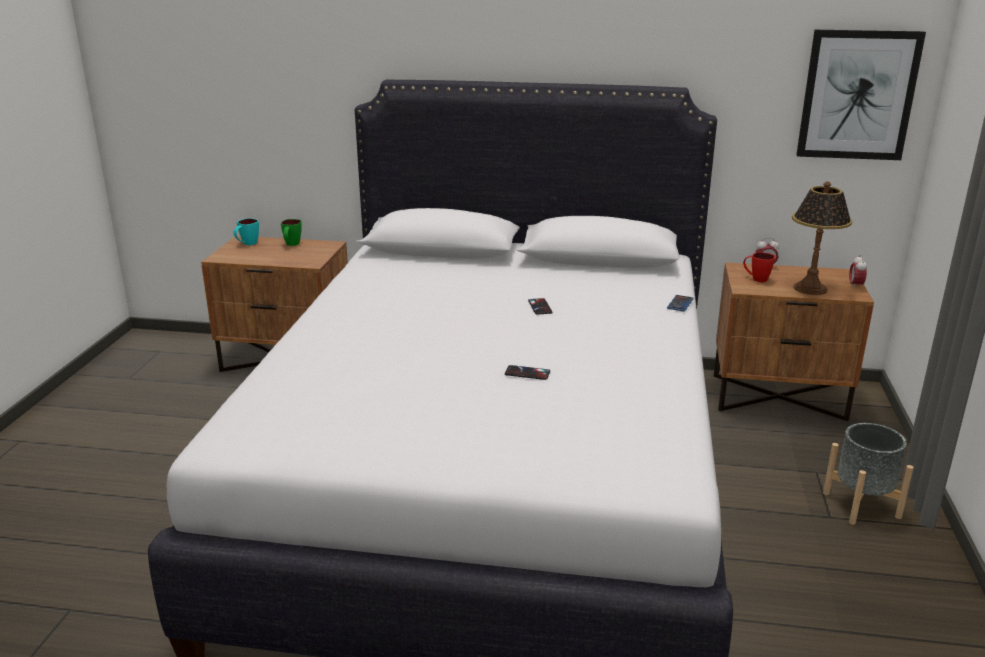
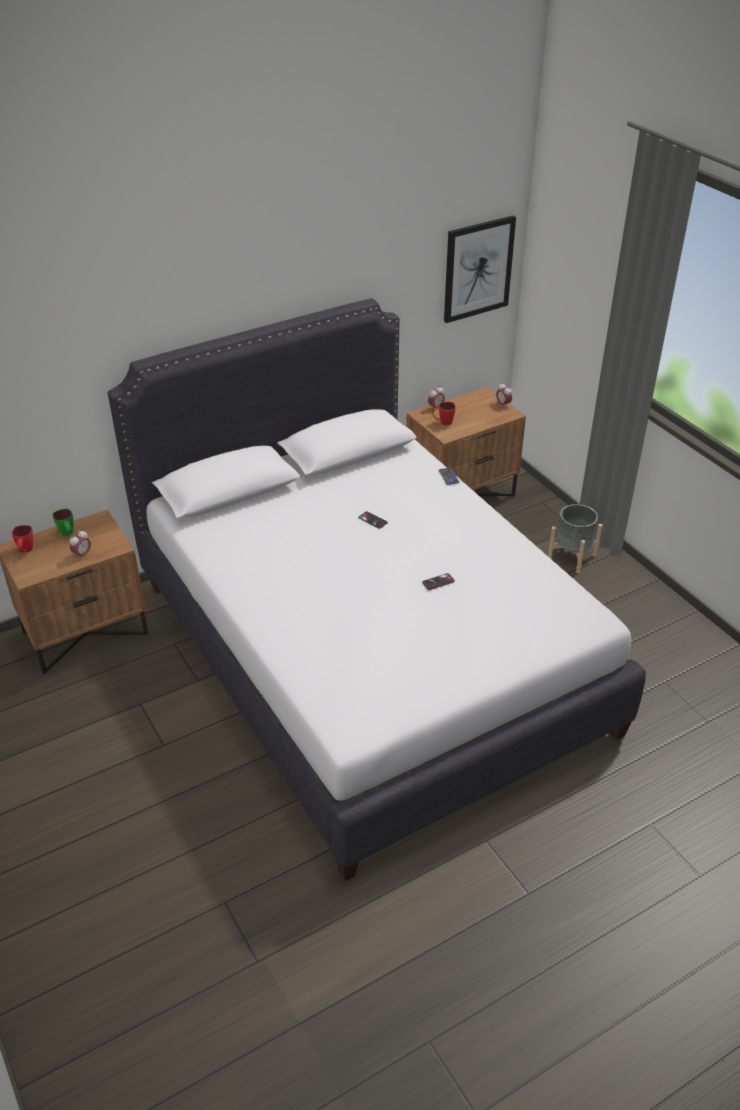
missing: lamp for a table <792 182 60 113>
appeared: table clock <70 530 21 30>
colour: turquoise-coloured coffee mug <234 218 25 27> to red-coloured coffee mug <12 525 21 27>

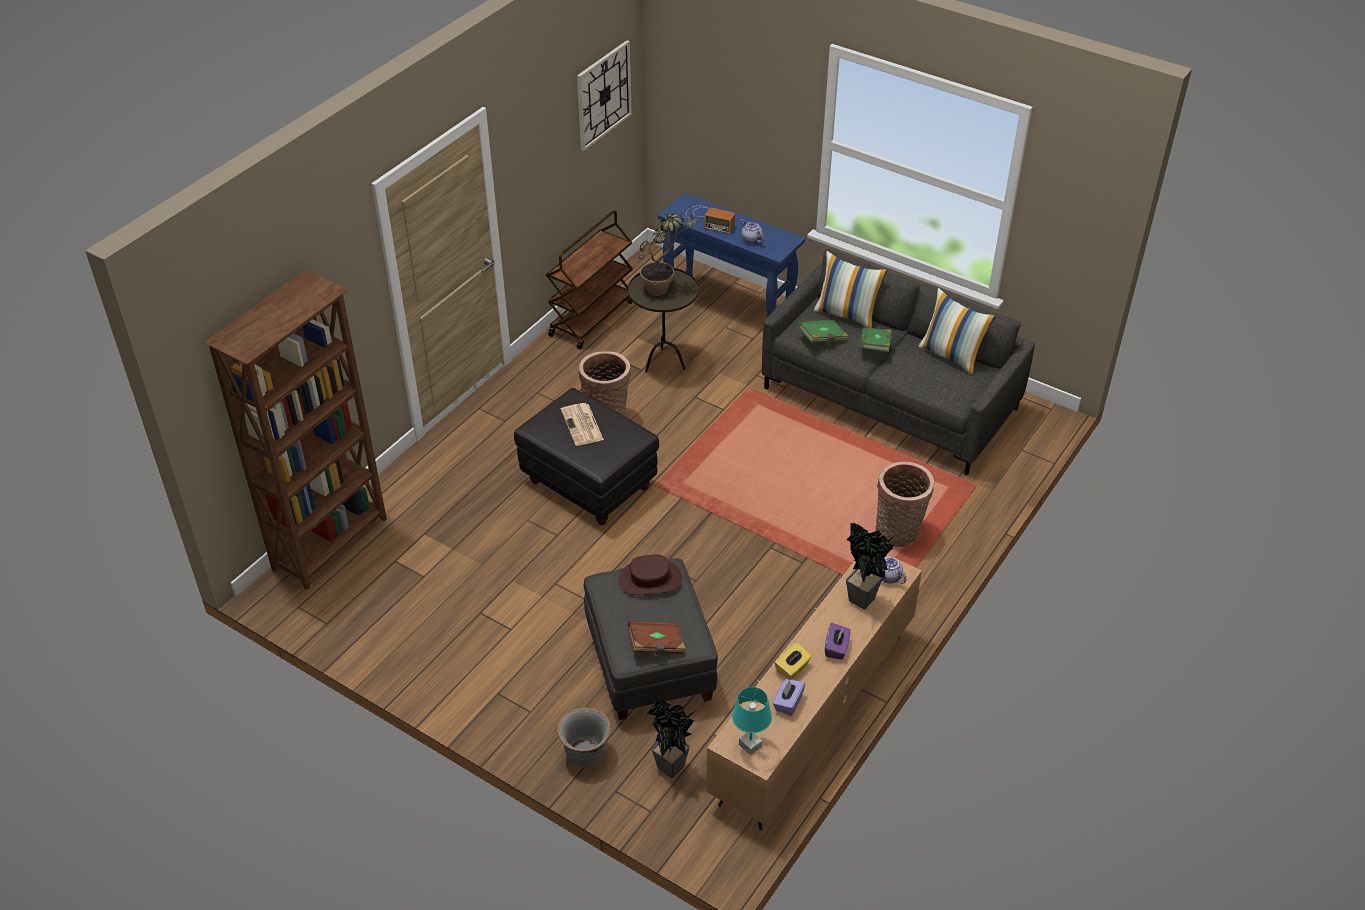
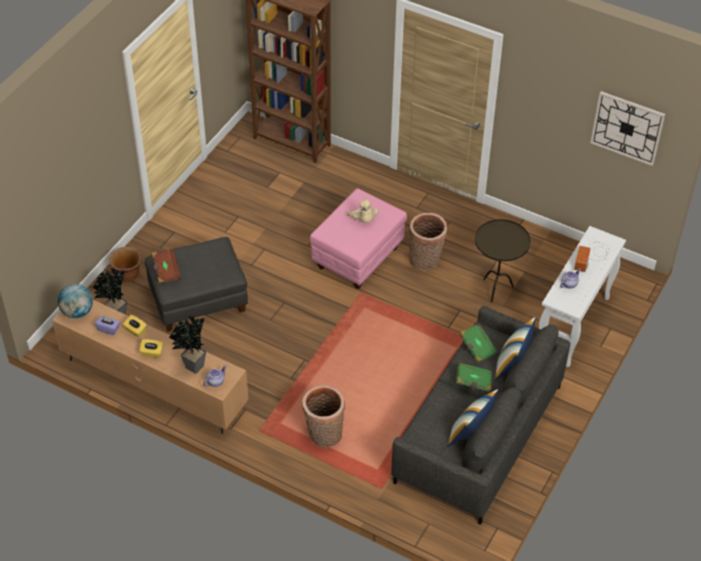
missing: brownish cart <546 210 87 139>; potted plant <639 213 59 83>; brownish hat <618 555 64 40>
exchanged: newspaper <561 403 43 43> to beige-coloured plush toy <347 199 32 24>; turquoise-coloured lamp for a table <732 687 40 68> to desk globe <58 284 35 34>
colour: bluish narrow table <658 193 147 124> to white-coloured narrow table <539 226 87 142>; black-coloured ottoman <514 388 145 137> to pink-coloured ottoman <310 188 97 101>; purplish box of tissues <825 623 25 37> to yellow-coloured box of tissues <139 339 25 19>; greyish planter <557 707 54 60> to brownish planter <109 247 33 35>

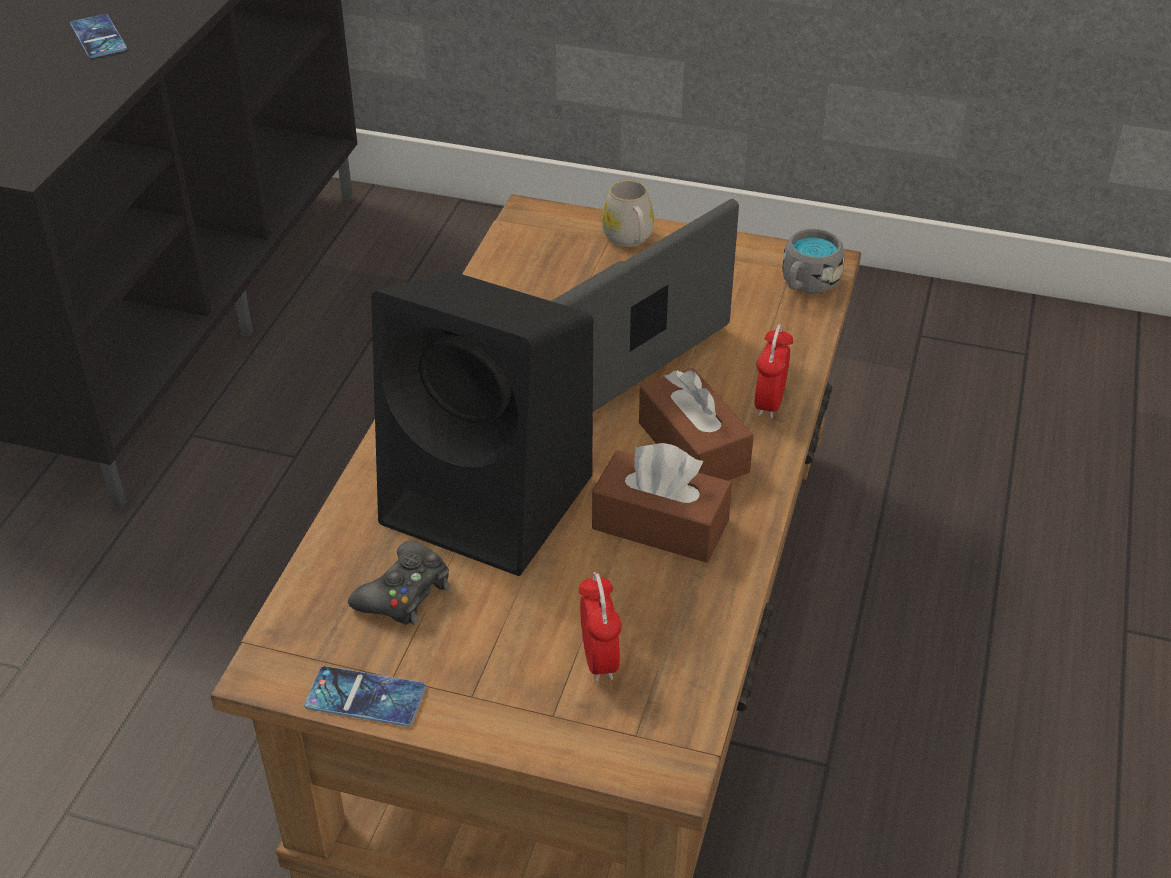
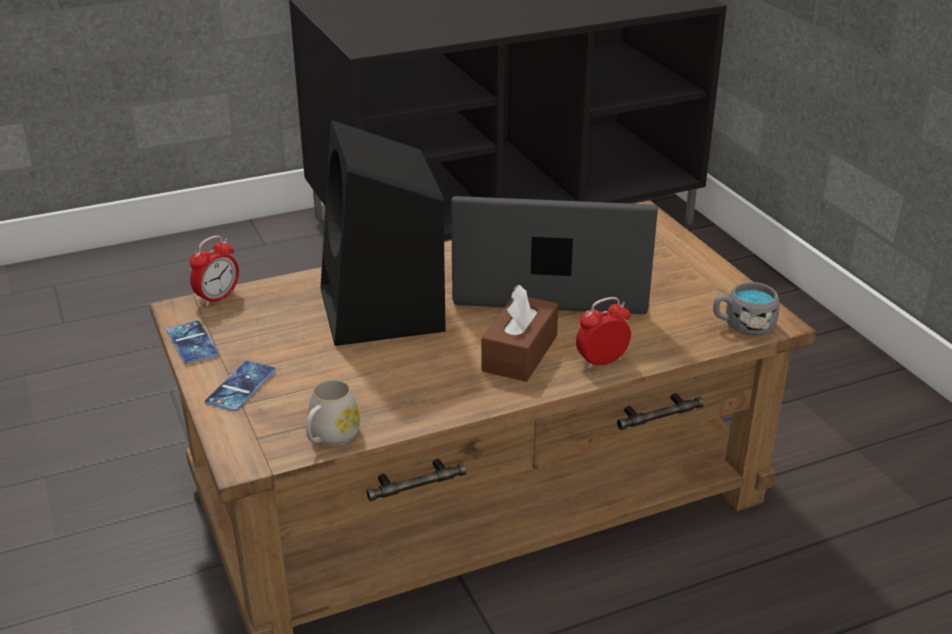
missing: brownish box of tissues <592 443 140 120>; black-coloured gamepad <348 541 102 84>
relocated: handset <70 14 57 44> to <205 361 70 50>; white-coloured coffee mug <602 180 52 67> to <306 379 54 67>; table clock <579 572 43 110> to <190 235 49 71>

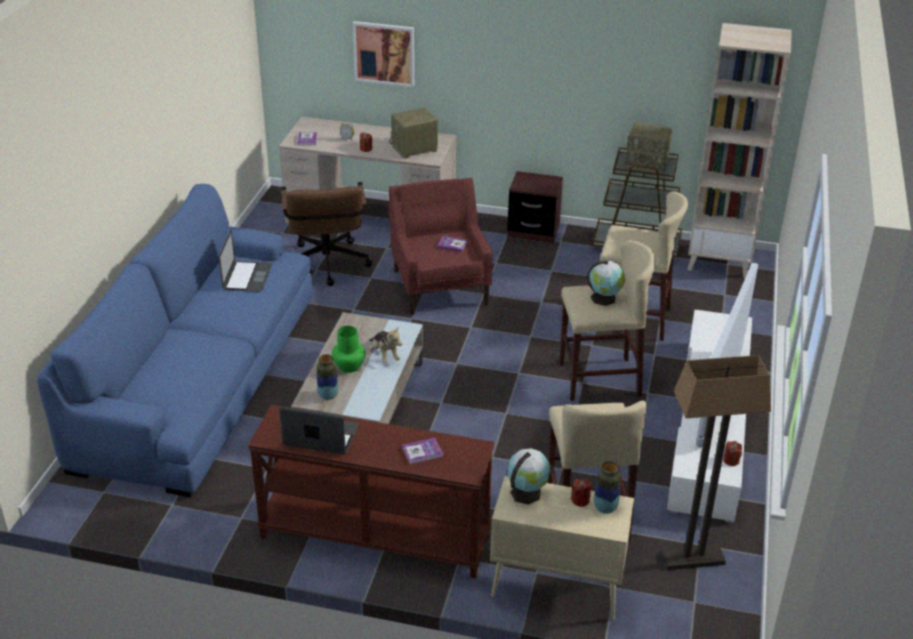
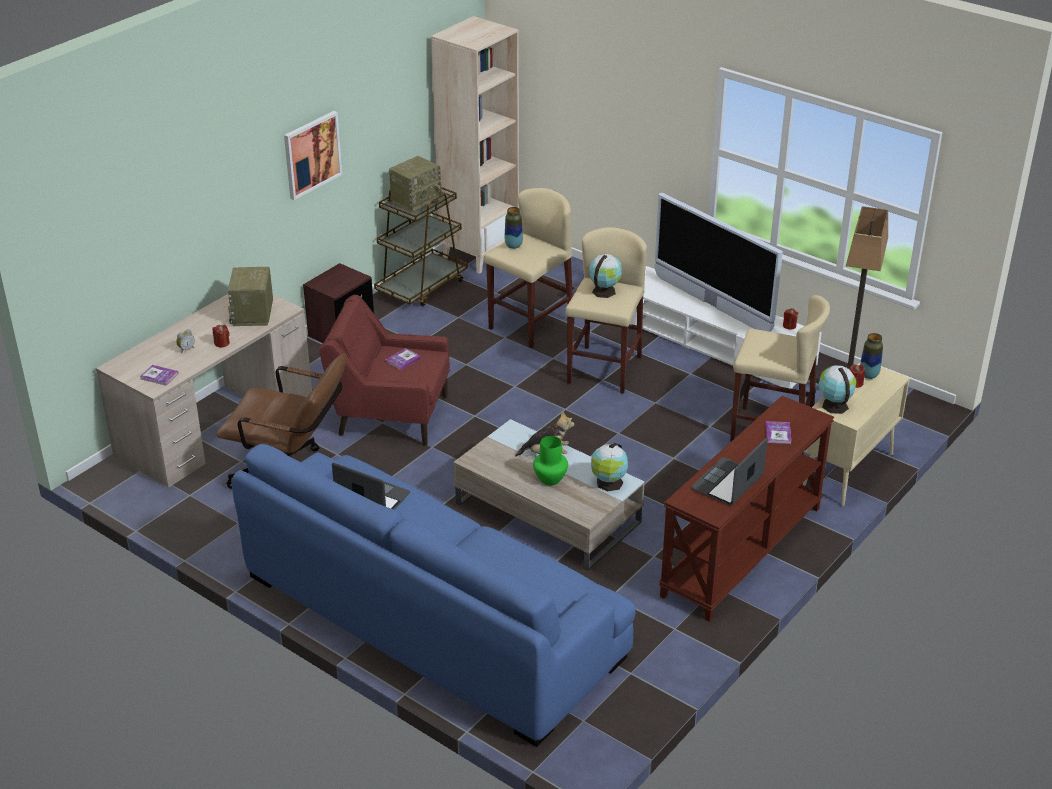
appeared: desk globe <591 443 37 49>
relocated: wall art <353 21 61 66> to <284 111 58 89>; vase <317 354 21 46> to <505 207 18 42>

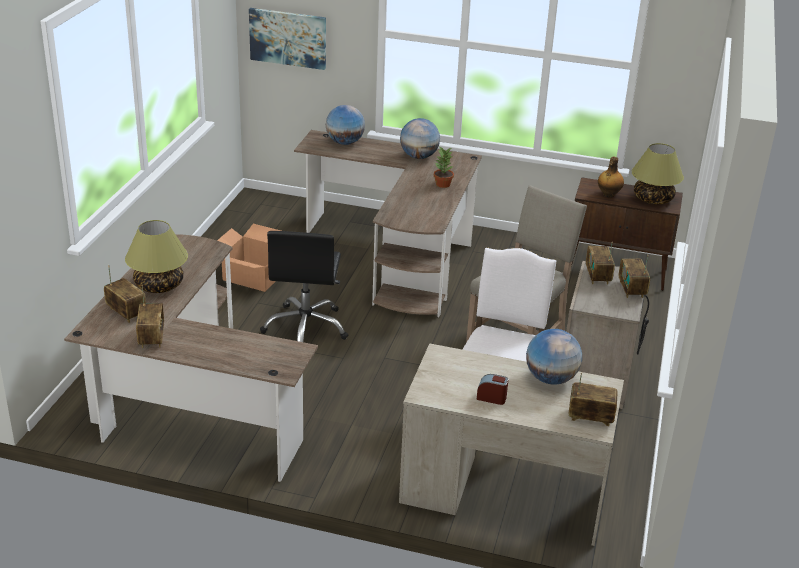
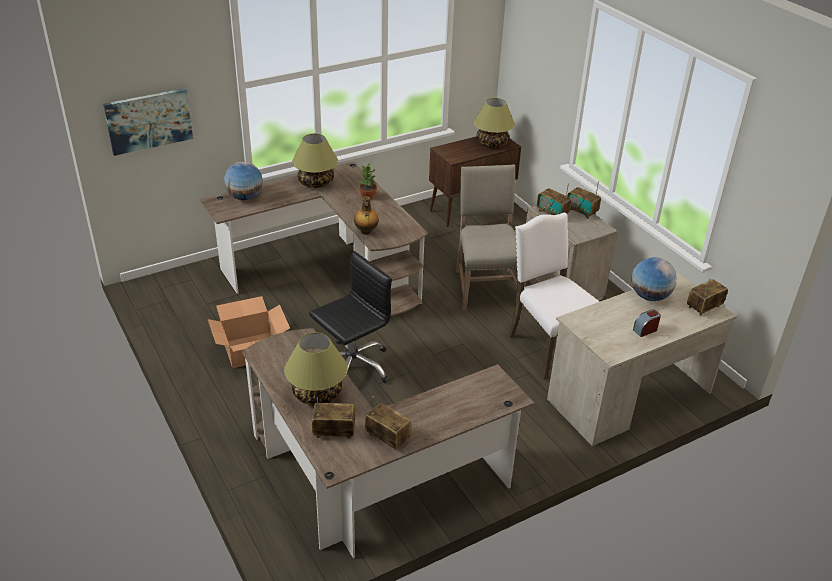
relocated: drink bottle <598 157 26 40> to <354 197 25 38>
exchanged: desk globe <400 118 40 41> to lamp for a table <292 133 46 55>
spun: black-coloured office chair <260 231 88 111> = <309 251 83 132> 90 degrees counterclockwise

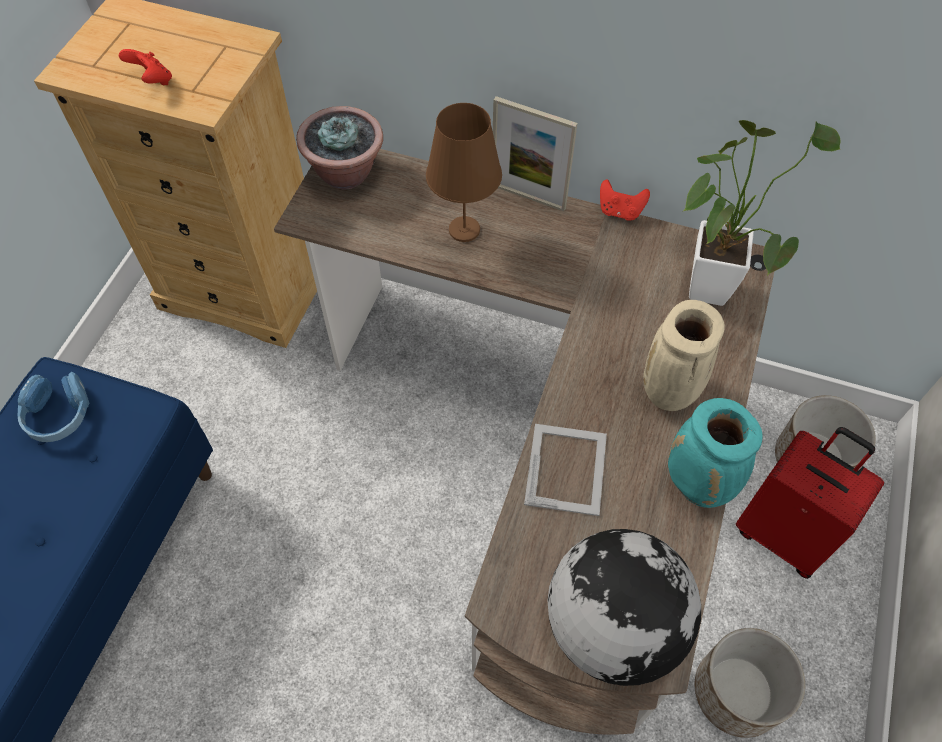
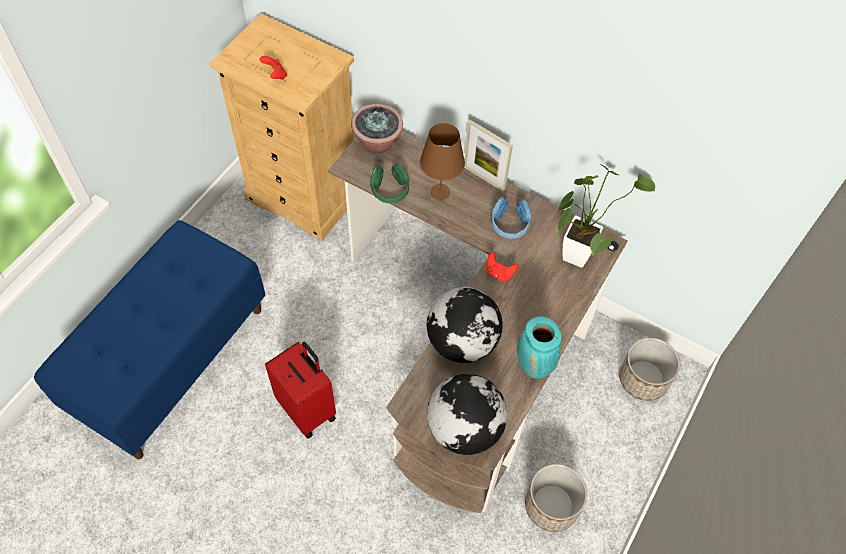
missing: beige-coloured vase <643 300 82 111>
appeared: green-coloured pair of headphones <370 163 39 40>
relocated: red-coloured gamepad <600 179 50 42> to <486 252 33 30>; bluish pair of headphones <18 372 71 70> to <491 197 40 42>; red-coloured travel case <736 427 148 152> to <265 342 71 97>
exchanged: picture frame <524 424 83 92> to desk globe <426 287 77 76>

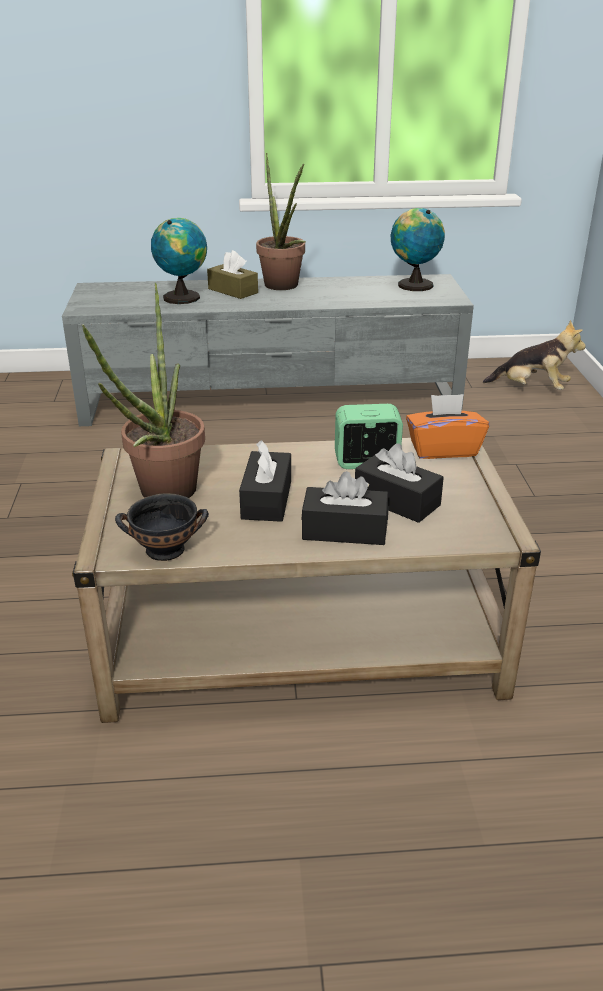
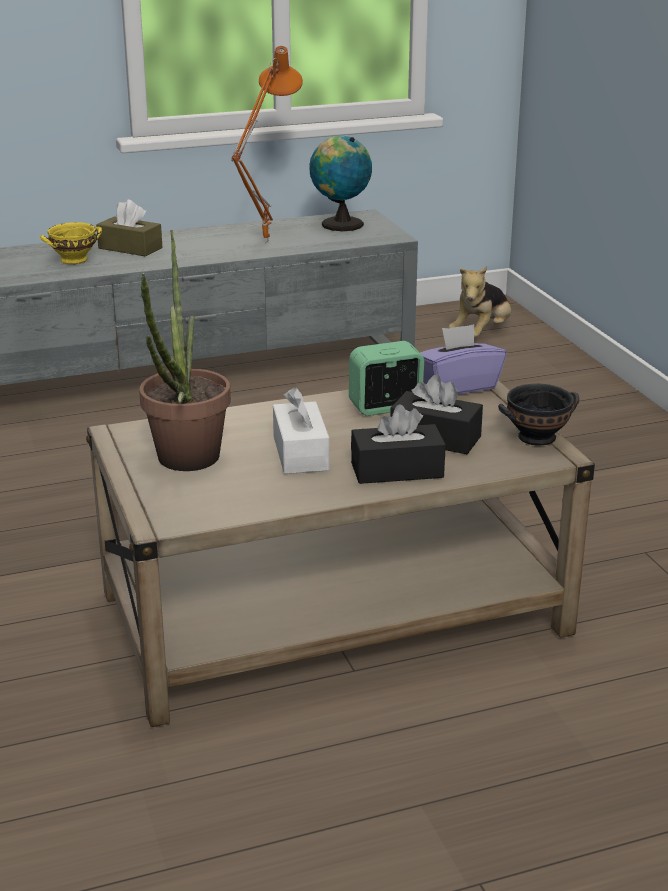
missing: potted plant <256 153 50 137>
appeared: orange lamp for a table <232 46 71 197>
relocated: black-coloured bowl <115 494 94 67> to <498 383 81 62>
exchanged: desk globe <151 218 56 86> to yellow-coloured bowl <40 222 62 42>
colour: orange box of tissues <406 394 83 65> to purplish box of tissues <420 324 86 71>; black-coloured box of tissues <239 440 52 82> to white-coloured box of tissues <273 387 56 87>
spun: plush toy <483 320 103 70> = <449 266 62 72> 120 degrees clockwise

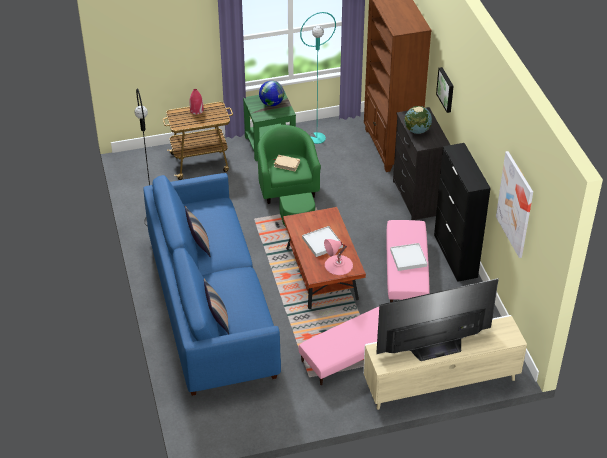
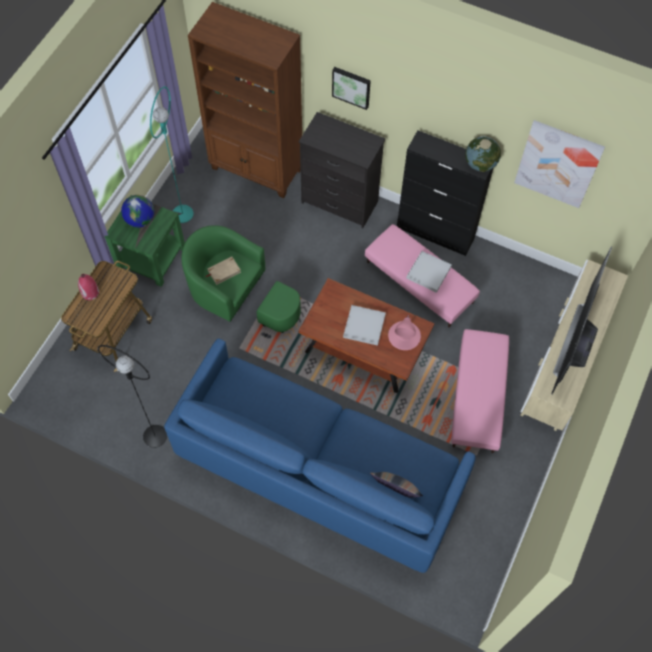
missing: cushion <185 206 26 51>
relocated: desk globe <404 106 28 28> to <465 136 36 36>

